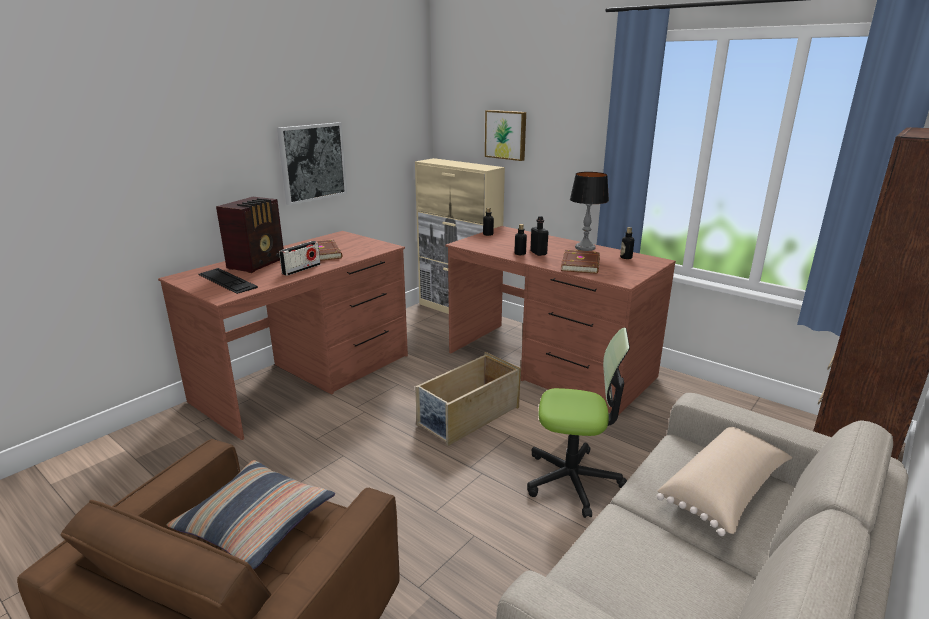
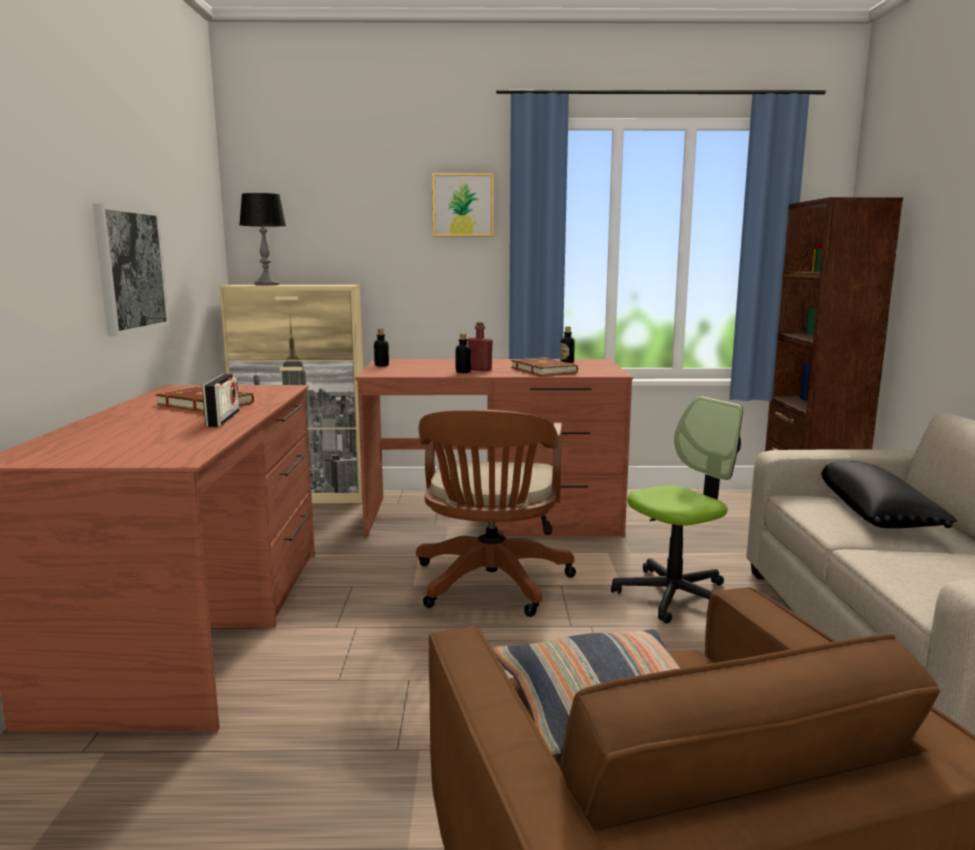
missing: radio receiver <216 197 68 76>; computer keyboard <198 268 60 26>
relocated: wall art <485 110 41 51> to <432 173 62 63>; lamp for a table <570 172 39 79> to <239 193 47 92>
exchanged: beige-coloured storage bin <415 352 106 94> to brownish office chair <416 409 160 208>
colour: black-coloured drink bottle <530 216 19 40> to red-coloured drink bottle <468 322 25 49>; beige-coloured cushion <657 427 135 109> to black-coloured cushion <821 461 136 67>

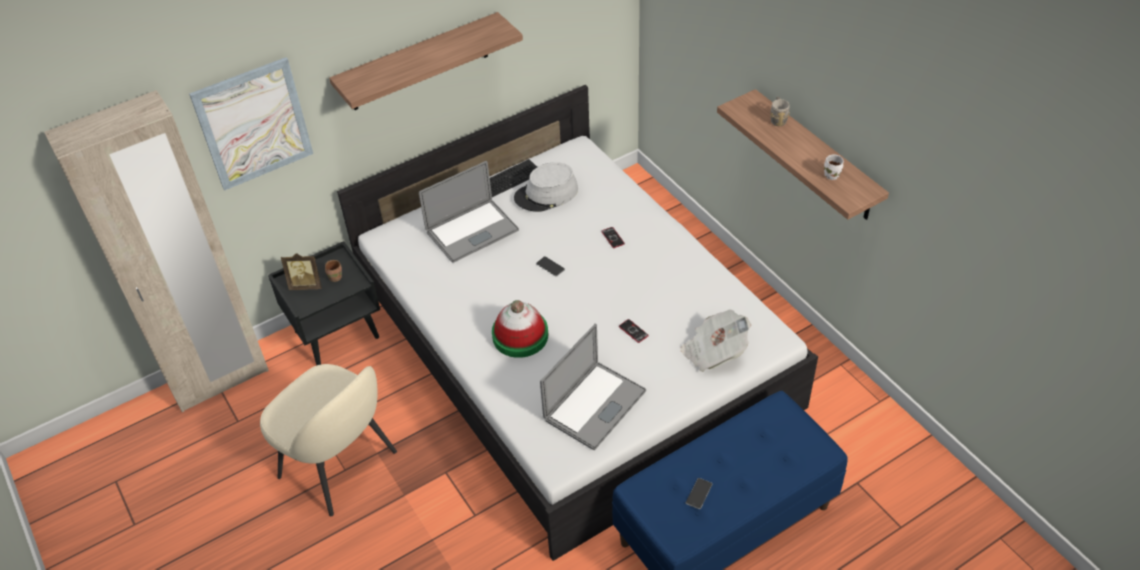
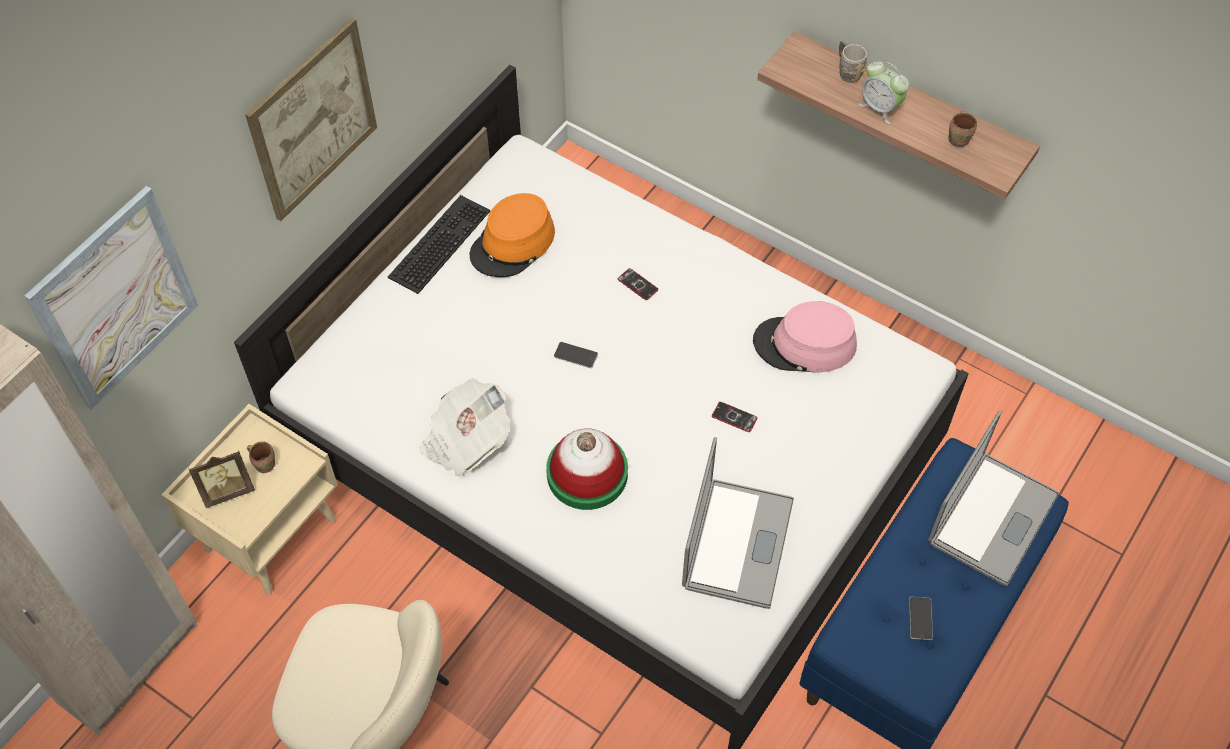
appeared: table clock <858 62 51 62>; pink-coloured hat <753 301 104 72>
relocated: laptop <419 161 100 102> to <928 410 131 176>; newspaper <681 310 70 62> to <419 378 91 99>
exchanged: shelf <329 12 194 98> to wall art <245 18 132 203>
colour: white-coloured coffee mug <824 154 20 26> to brownish coffee mug <948 111 29 36>; greyish hat <514 162 64 50> to orange hat <470 193 85 84>; black-coloured bedside table <268 241 112 125> to beige-coloured bedside table <161 404 177 190>

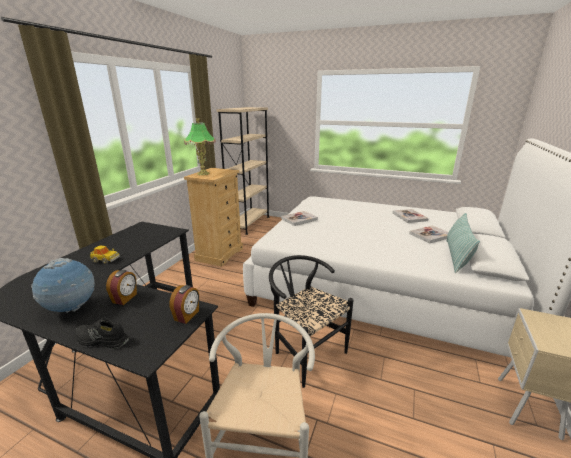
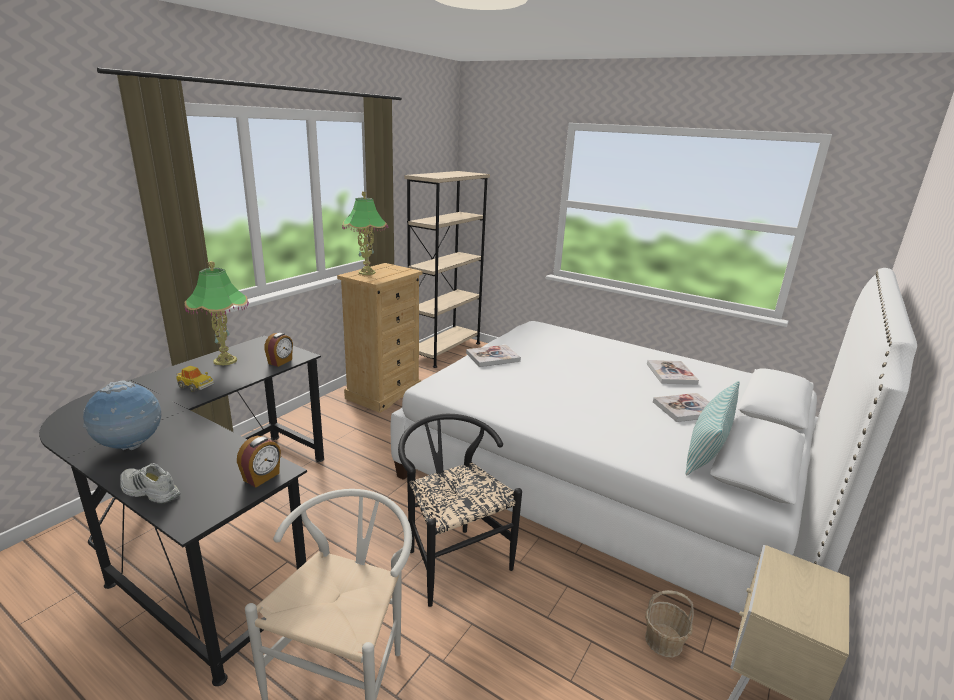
appeared: lamp for a table <185 261 64 104>; household basket <645 590 49 68>
relocated: table clock <106 270 31 35> to <264 333 29 34>
colour: black-coloured shoe <75 317 54 31> to white-coloured shoe <120 463 60 41>

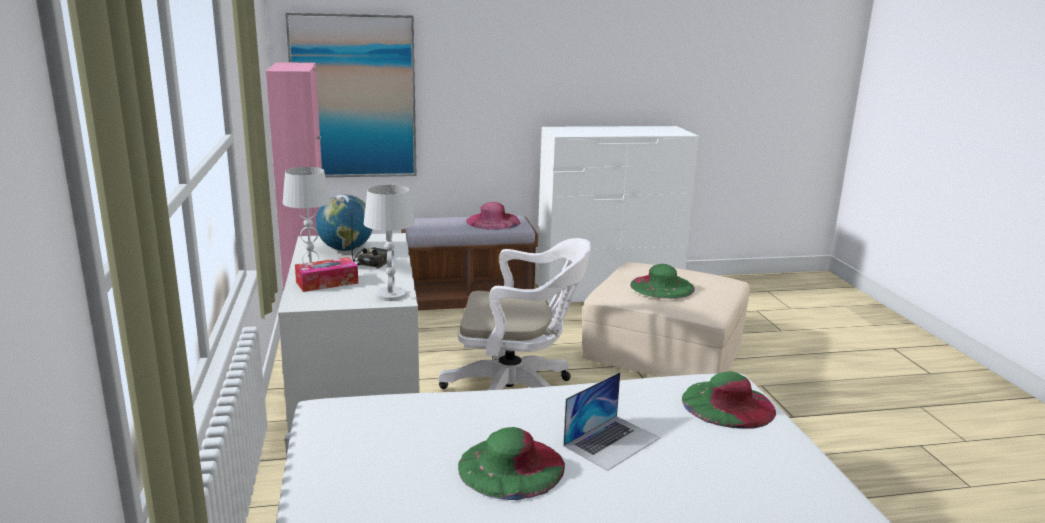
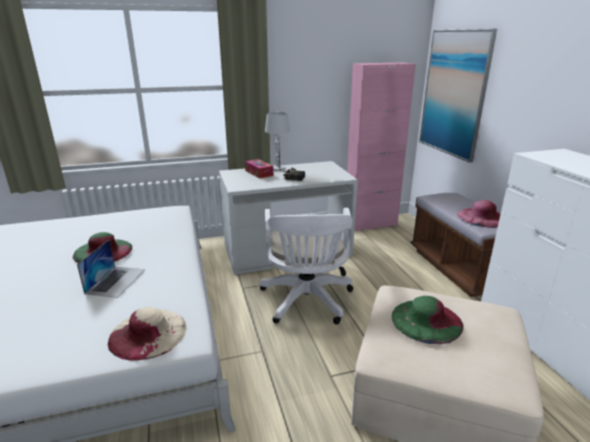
missing: white-coloured lamp for a table <364 185 51 116>; desk globe <316 194 57 57>
colour: green-coloured hat <682 371 94 58> to beige-coloured hat <108 307 78 54>
spun: laptop <563 372 97 99> = <77 240 68 58> 120 degrees counterclockwise

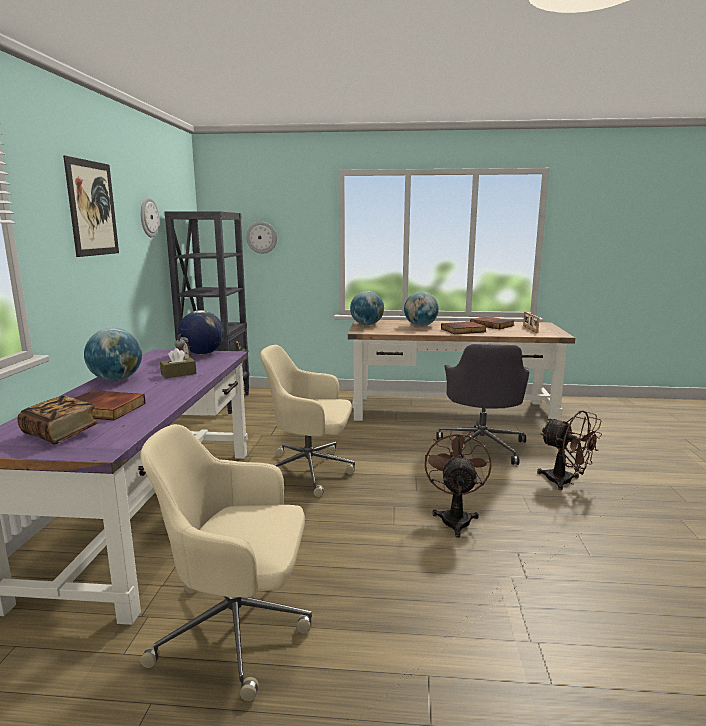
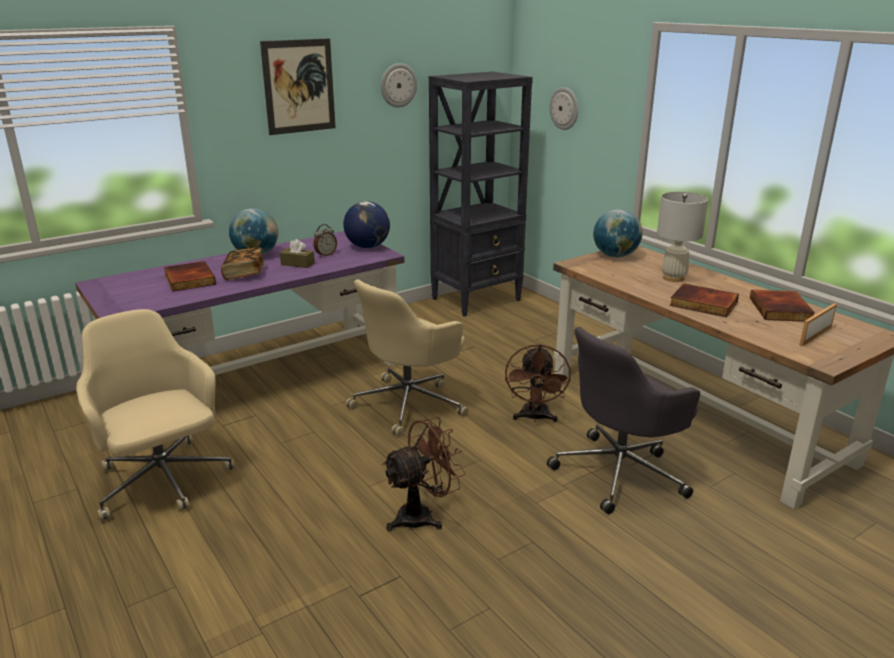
relocated: bound book <17 395 82 50> to <221 247 43 33>; brownish fan <537 411 65 79> to <505 344 66 78>
exchanged: desk globe <404 292 35 34> to white-coloured lamp for a table <657 192 51 90>
spun: beige-coloured office chair <260 345 95 152> = <346 279 123 158> 105 degrees counterclockwise

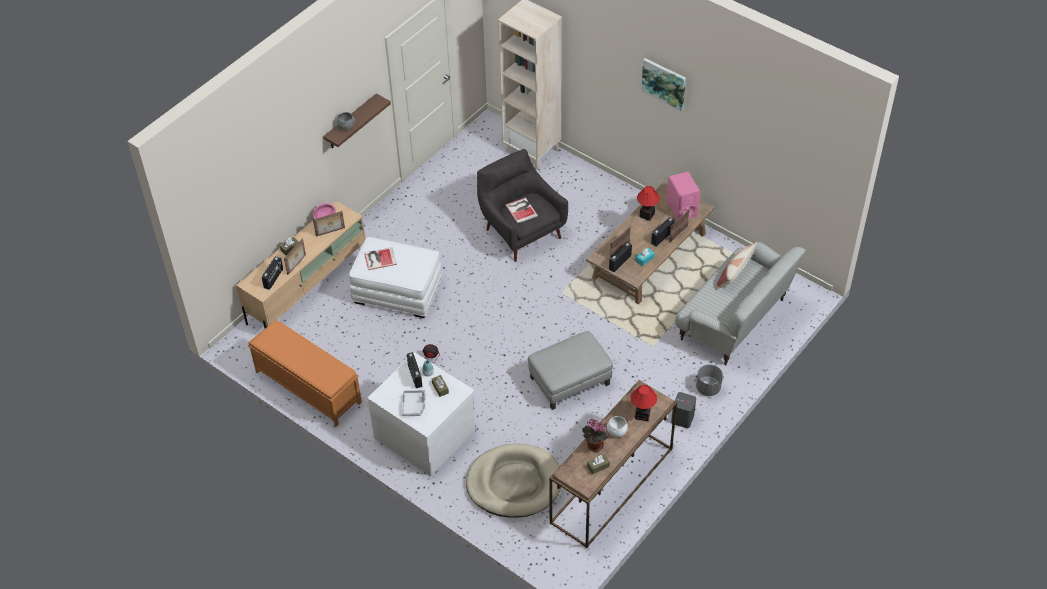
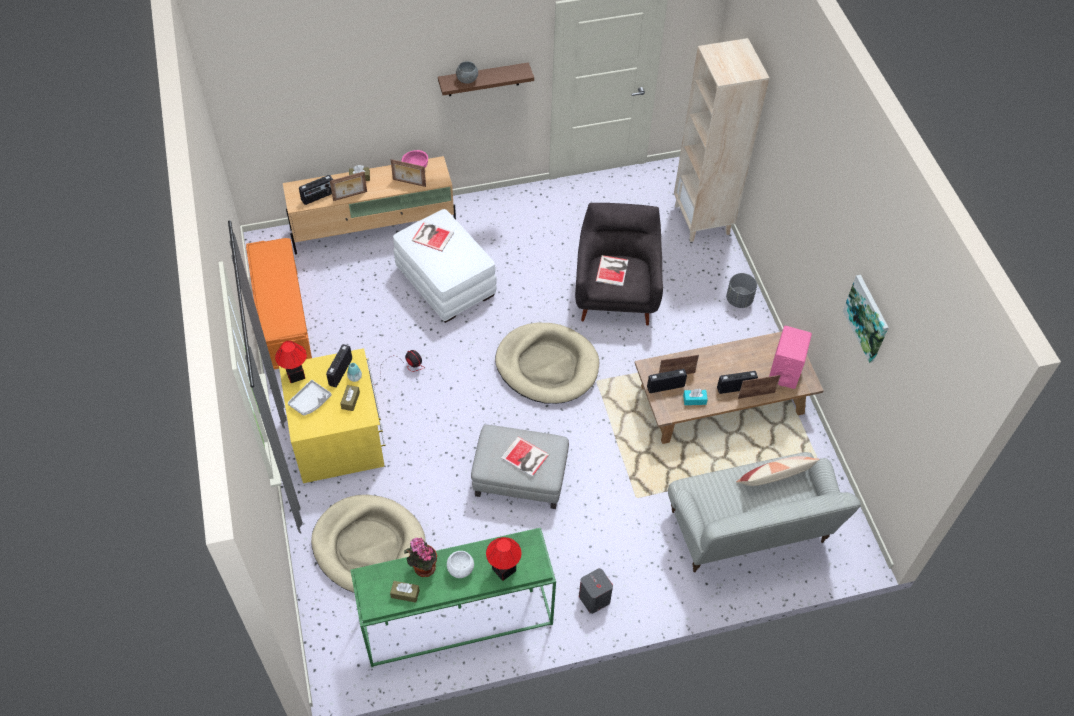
appeared: beige-coloured pet bed <495 323 104 81>; bound book <501 436 48 41>
relocated: wall art <641 58 45 53> to <843 275 46 88>; lamp for a table <637 186 23 35> to <275 341 32 42>; greyish planter <696 364 27 32> to <726 273 31 35>
colour: white-coloured drawer chest <367 353 108 123> to yellow-coloured drawer chest <279 348 106 135>; brownish narrow table <549 380 128 168> to green-coloured narrow table <350 528 206 139>

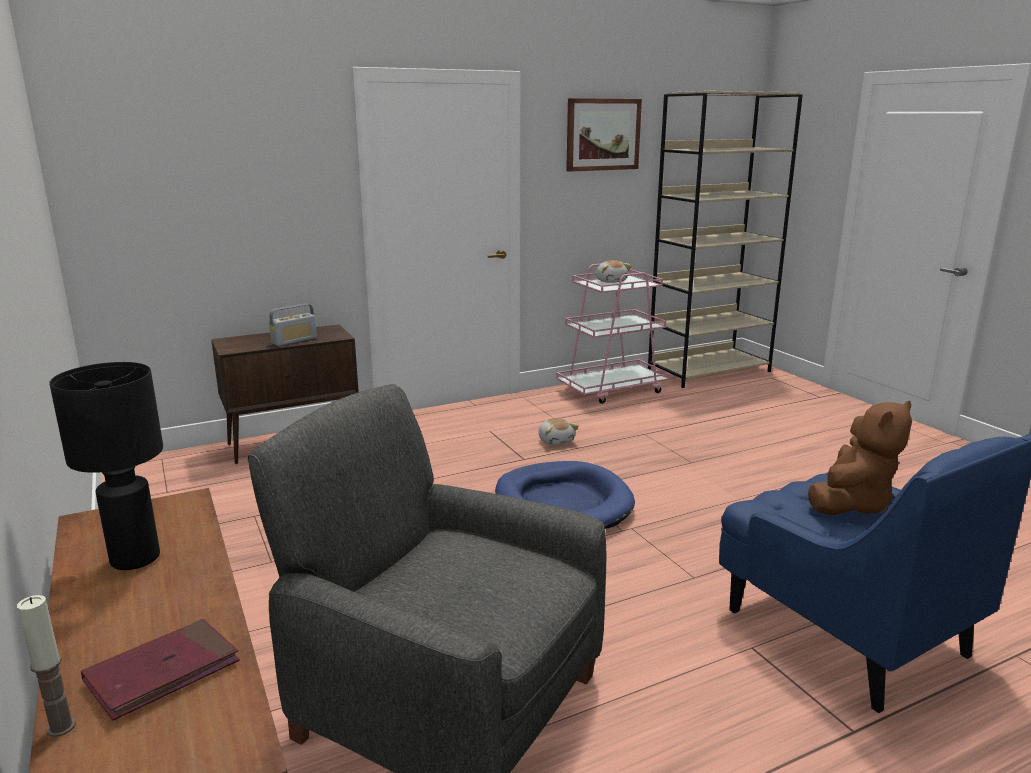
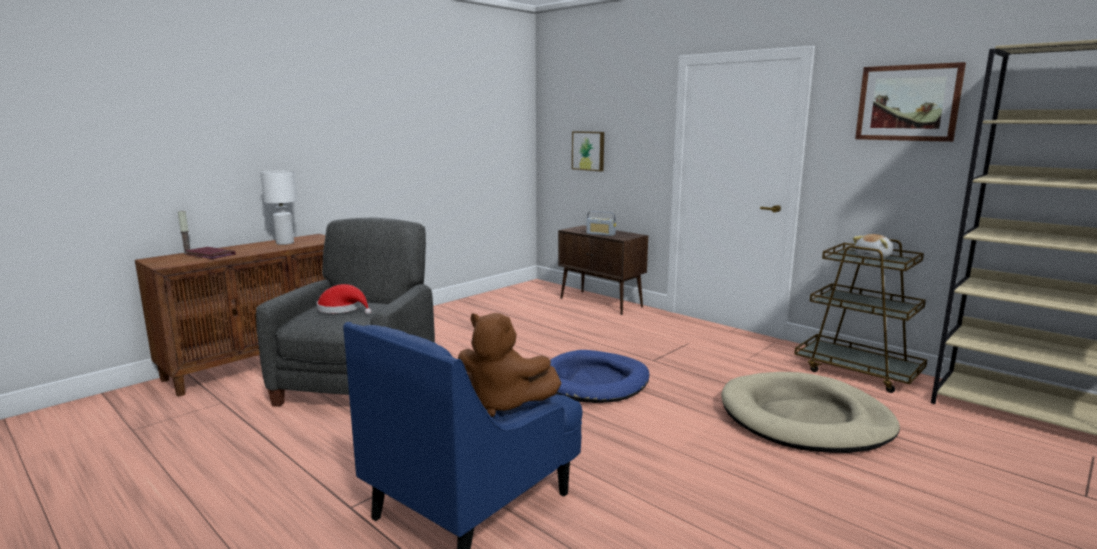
missing: plush toy <539 418 40 27>
appeared: wall art <572 131 32 40>; red-coloured hat <317 284 55 31>; beige-coloured pet bed <721 372 179 81>
colour: pink-coloured cart <556 264 114 140> to brownish cart <794 239 133 154>; black-coloured lamp for a table <49 362 114 208> to white-coloured lamp for a table <260 170 37 75>

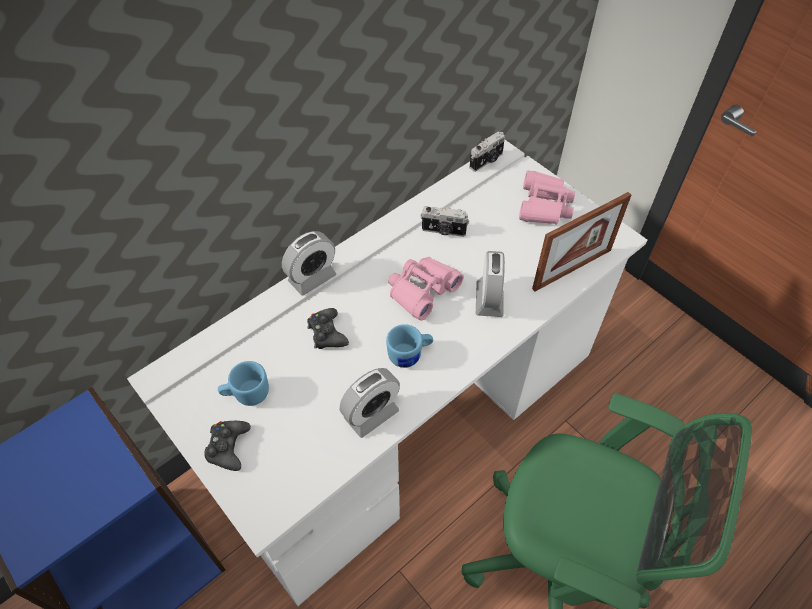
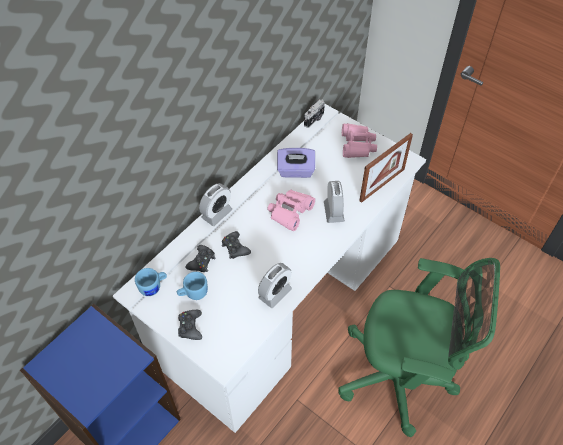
appeared: black-coloured gamepad <186 245 30 27>
relocated: bluish coffee mug <386 324 47 44> to <135 268 32 28>
exchanged: still camera <421 207 48 30> to purplish box of tissues <277 148 38 30>

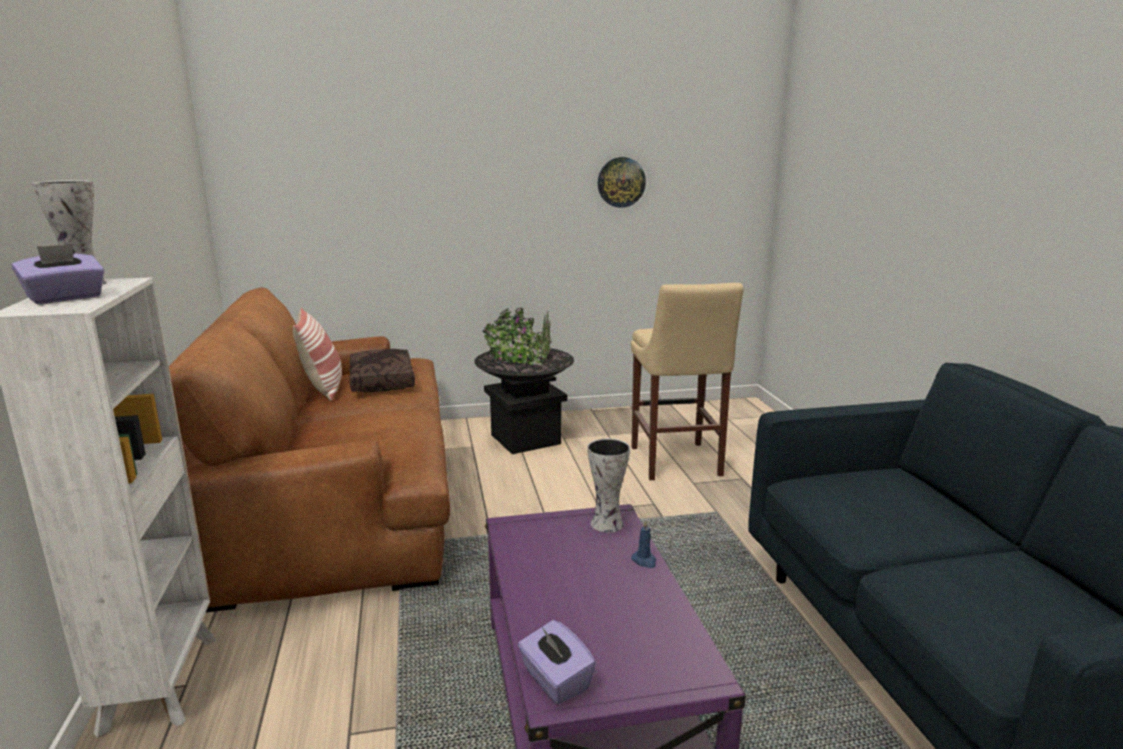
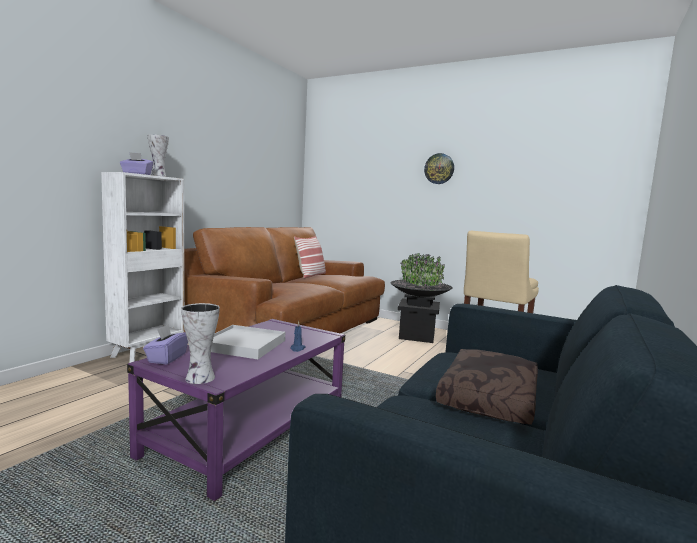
appeared: white-coloured carrying tray <211 325 74 34>
relocated: hanging clock <598 157 48 51> to <424 153 30 31>; brownish cushion <350 349 65 44> to <436 349 102 76>; vase <587 438 43 95> to <181 303 39 81>

